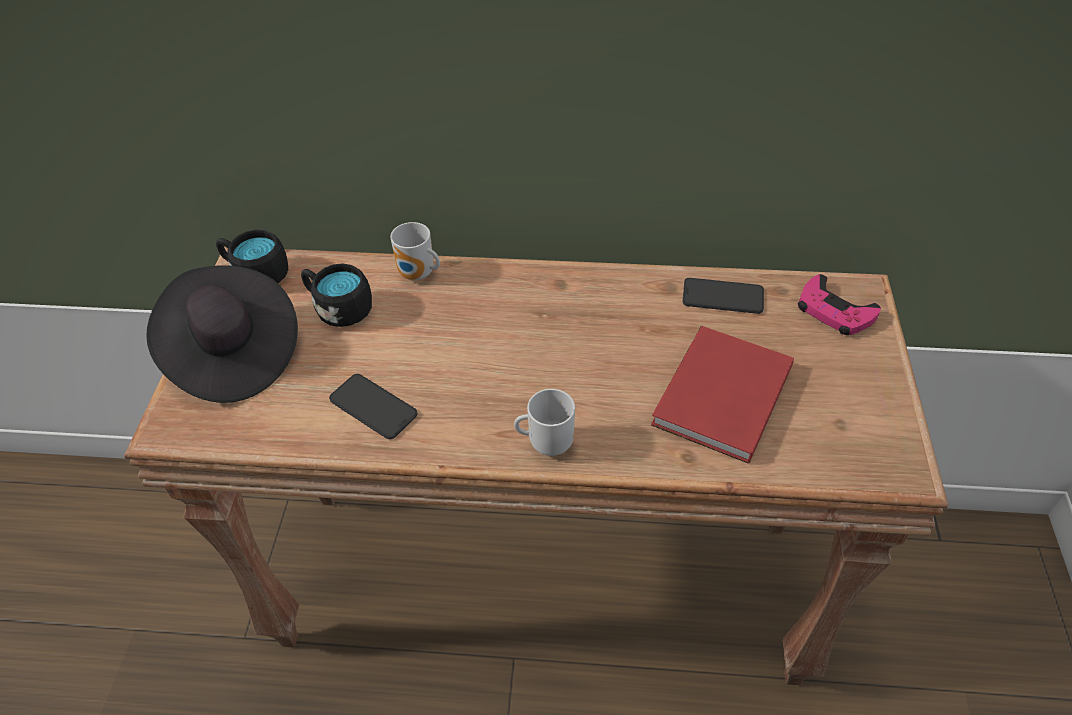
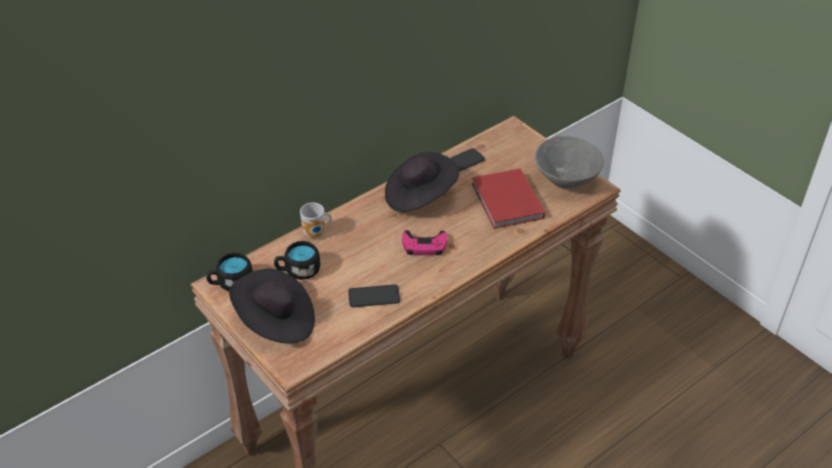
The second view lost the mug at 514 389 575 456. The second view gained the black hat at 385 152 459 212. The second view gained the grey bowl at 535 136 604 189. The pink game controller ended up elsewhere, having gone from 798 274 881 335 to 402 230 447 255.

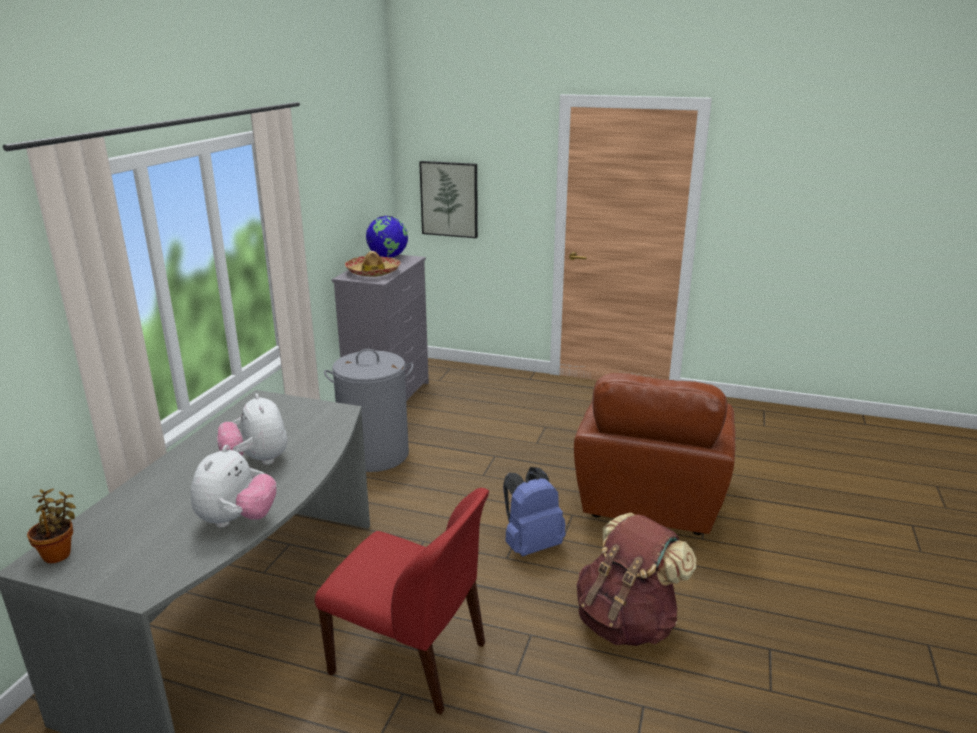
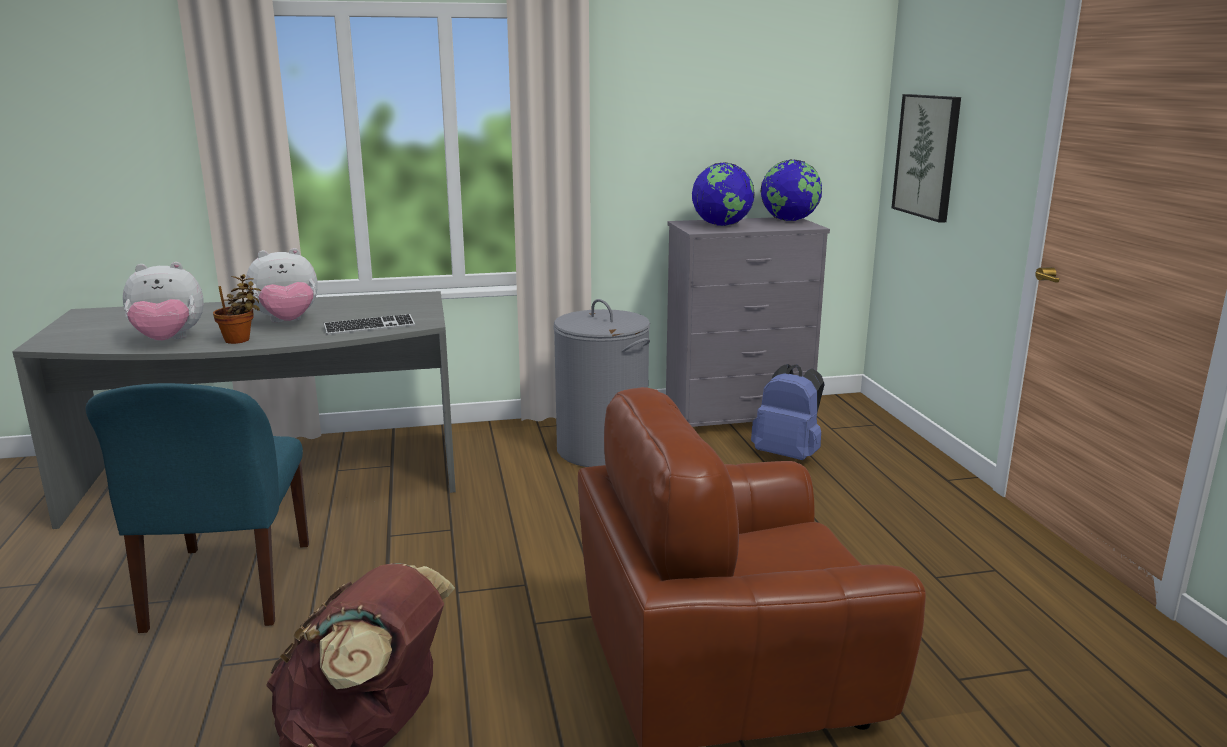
The second view gained the keyboard at 324 314 415 335. The potted plant ended up elsewhere, having gone from 27 488 76 563 to 213 274 261 344. The blue backpack ended up elsewhere, having gone from 503 467 566 556 to 751 364 825 460. Where the hat stood at 345 251 401 277, the globe came to stand at 692 162 755 226. What was the red chair at 315 488 489 715 turned into the blue chair at 86 383 309 633. The plush toy at 217 393 287 465 ended up facing another way, 150 degrees counterclockwise from before.

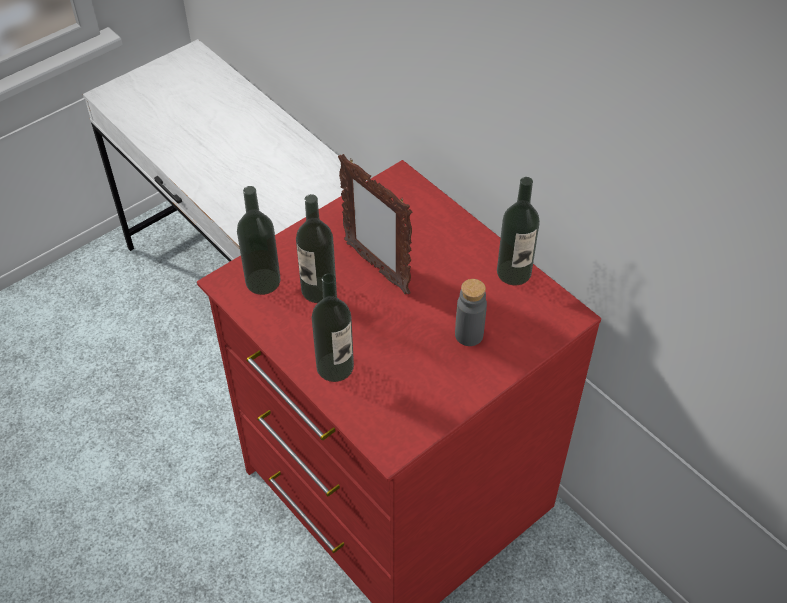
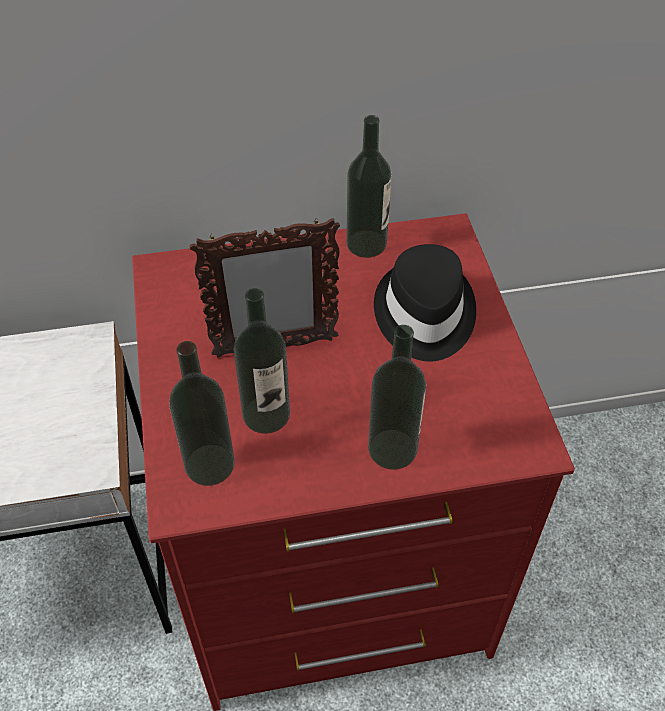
Where the grey bottle stood at 455 279 487 346, the black hat came to stand at 374 244 476 362.

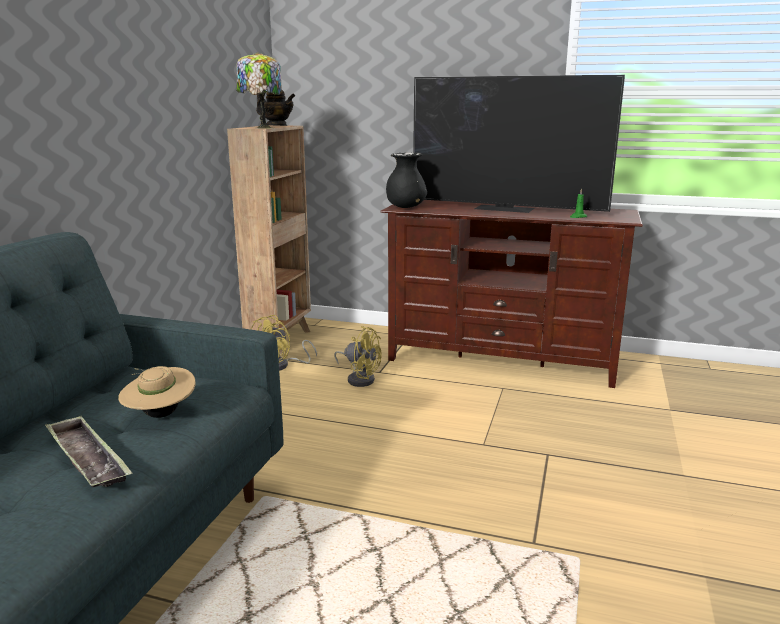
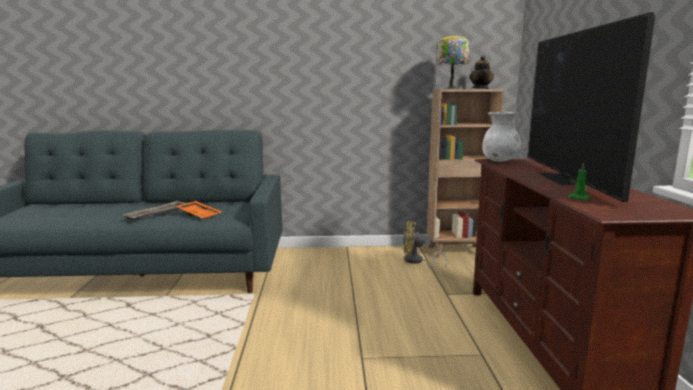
The second view lost the yellow fan at 334 326 382 387. Where the beige hat stood at 118 366 195 418, the orange tray came to stand at 176 201 222 220. What was the black vase at 386 153 427 208 turned into the white vase at 482 112 522 162.

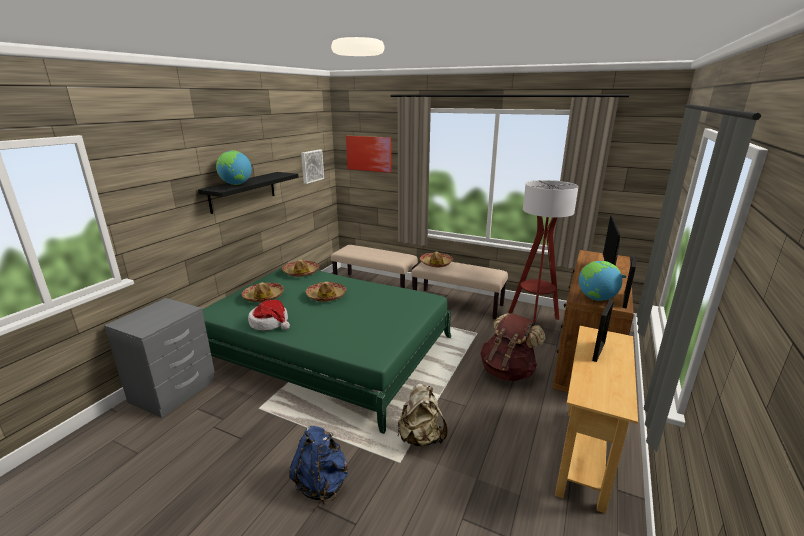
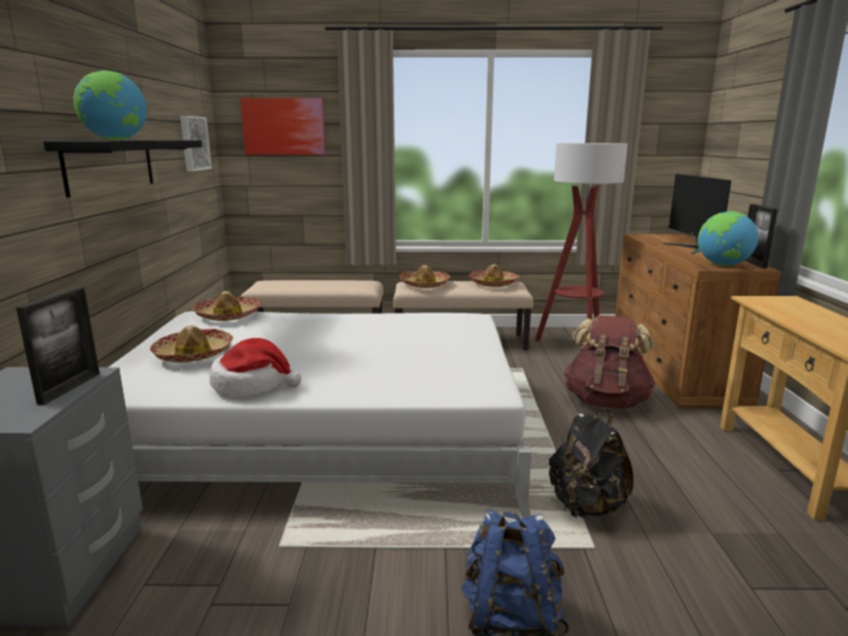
The hat ended up elsewhere, having gone from 306 282 346 302 to 469 264 519 287. The picture frame ended up elsewhere, having gone from 592 299 614 362 to 16 287 100 405. What was the green bed at 202 268 451 434 turned into the white bed at 109 311 531 518. What was the beige backpack at 398 383 448 447 turned into the black backpack at 549 410 634 518.

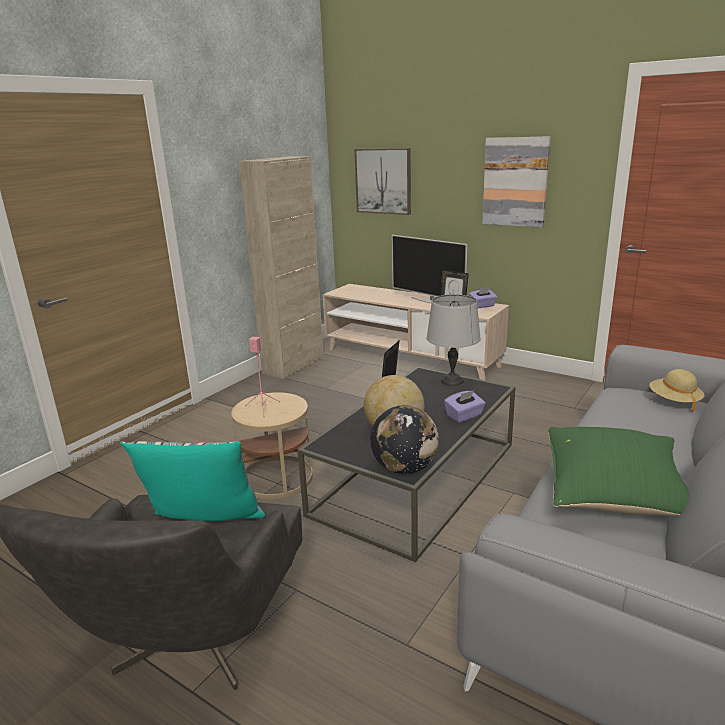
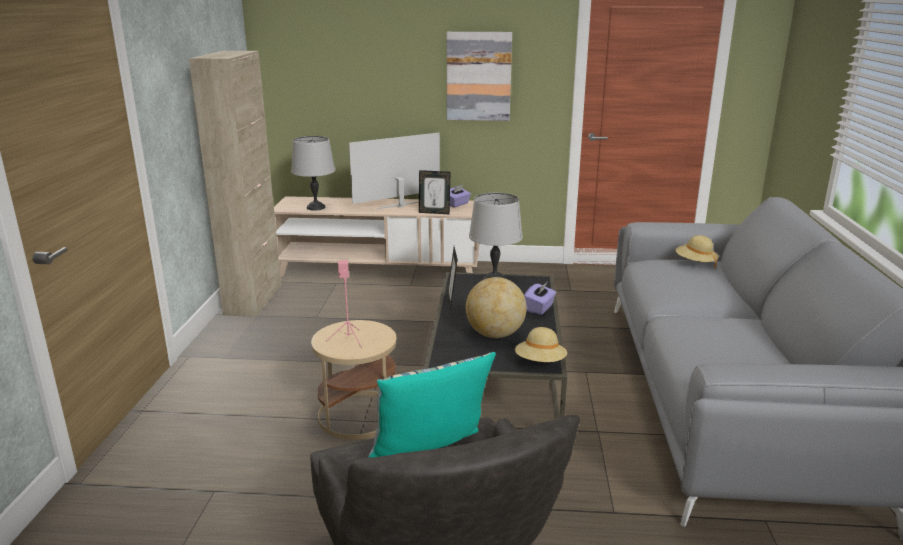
The second view lost the picture at 354 148 411 215. The second view lost the green pillow at 548 427 690 516. The second view gained the grey table lamp at 291 136 335 211. Where the globe stood at 370 405 439 474, the beige hat came to stand at 515 327 567 362. The television at 392 235 467 303 ended up facing another way, 135 degrees clockwise from before.

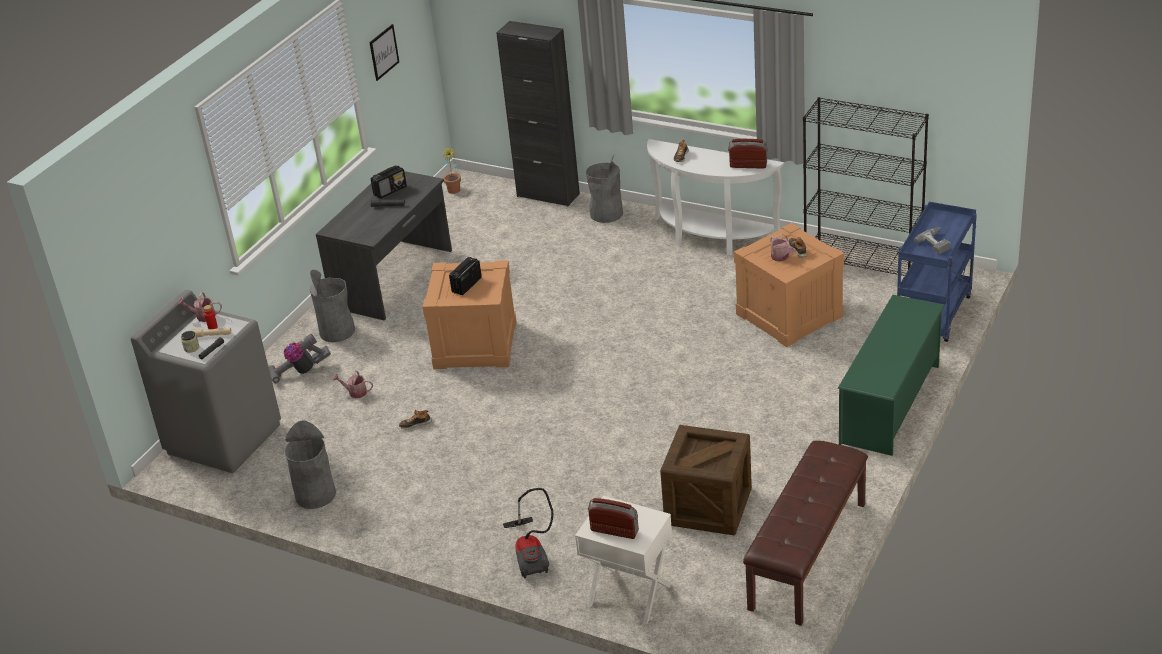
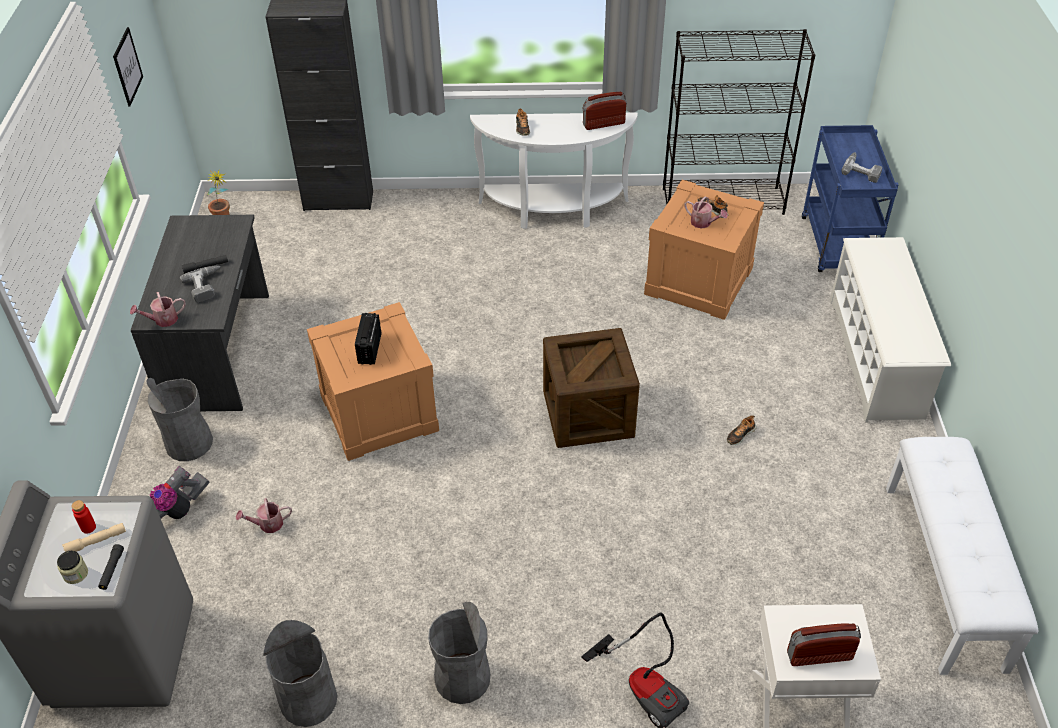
The second view lost the radio at 370 166 407 199. The second view gained the power drill at 180 265 221 303. The watering can ended up elsewhere, having gone from 178 292 222 322 to 130 292 186 327. The shoe ended up elsewhere, having gone from 399 410 432 429 to 727 415 757 445. The grey trash can ended up elsewhere, having gone from 586 155 623 223 to 428 602 490 704. The crate ended up elsewhere, having gone from 660 425 752 535 to 543 328 640 448. What was the brown bench at 743 441 868 626 turned into the white bench at 886 437 1038 675. What was the green shoe rack at 837 295 945 456 turned into the white shoe rack at 830 237 951 423.

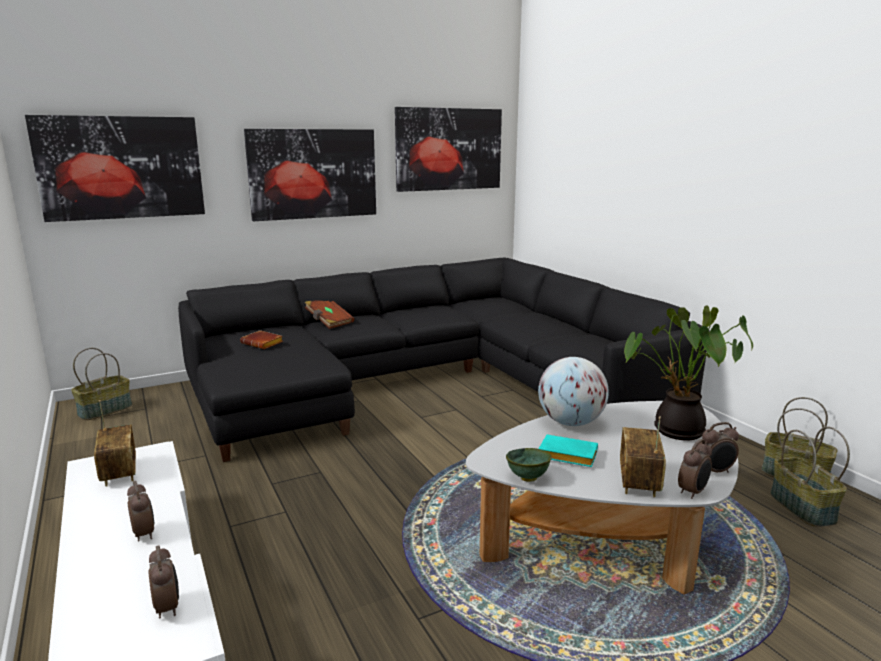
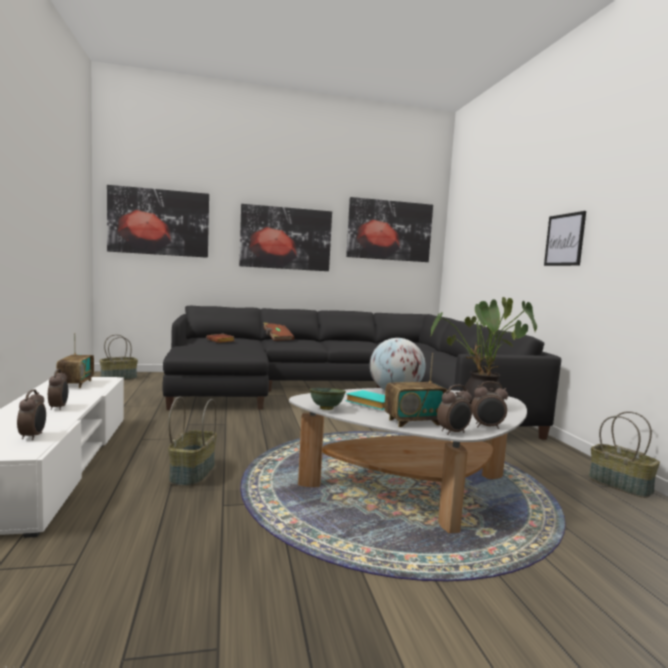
The second view gained the picture at 544 211 586 266. The basket ended up elsewhere, having gone from 770 427 850 527 to 168 396 216 486. The radio at 620 416 666 497 ended up facing another way, 135 degrees counterclockwise from before.

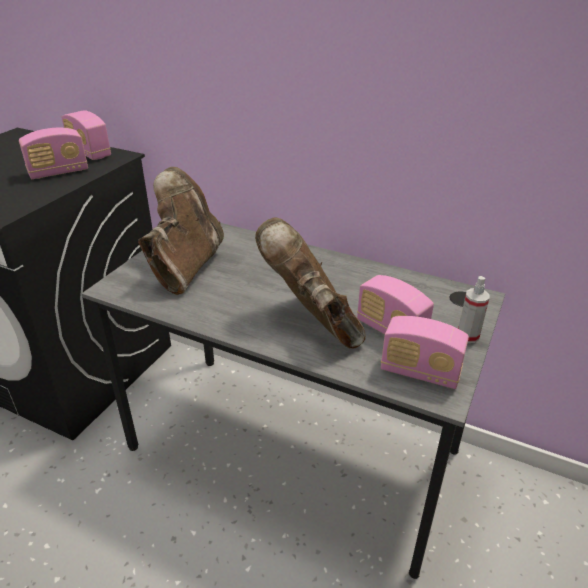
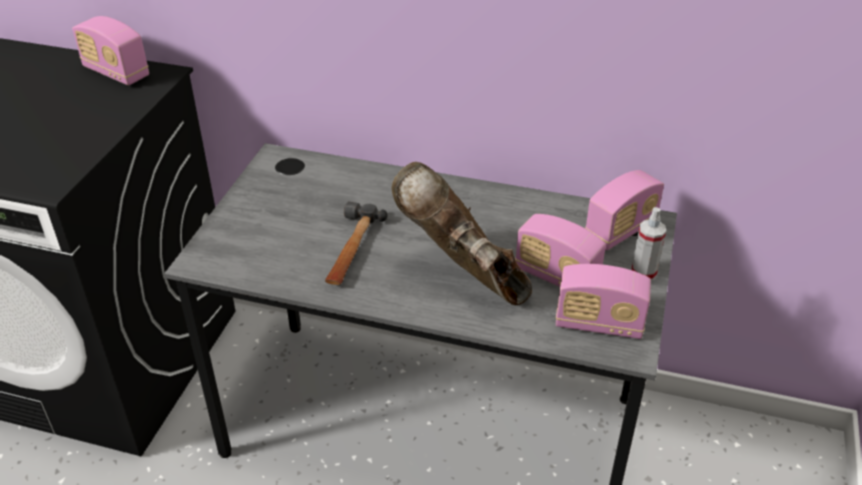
The second view lost the brown boot at 138 167 224 295. The second view gained the hammer at 325 201 388 285. The radio ended up elsewhere, having gone from 19 128 88 179 to 585 170 664 250.

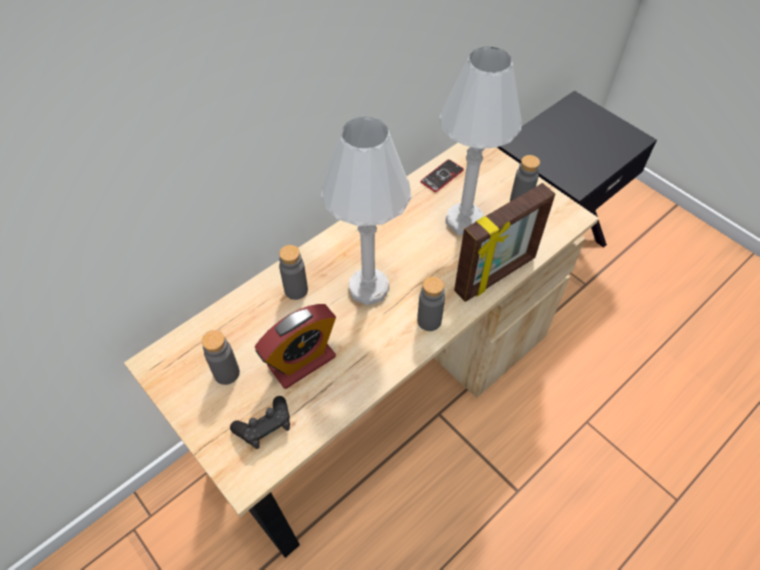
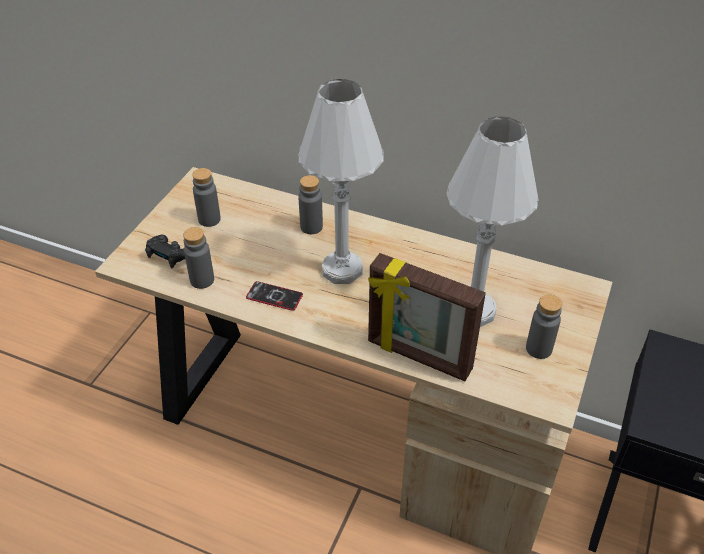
The second view lost the alarm clock at 255 304 336 389. The grey bottle ended up elsewhere, having gone from 417 276 445 331 to 183 227 214 289. The phone ended up elsewhere, having gone from 421 159 464 192 to 246 281 303 311.

